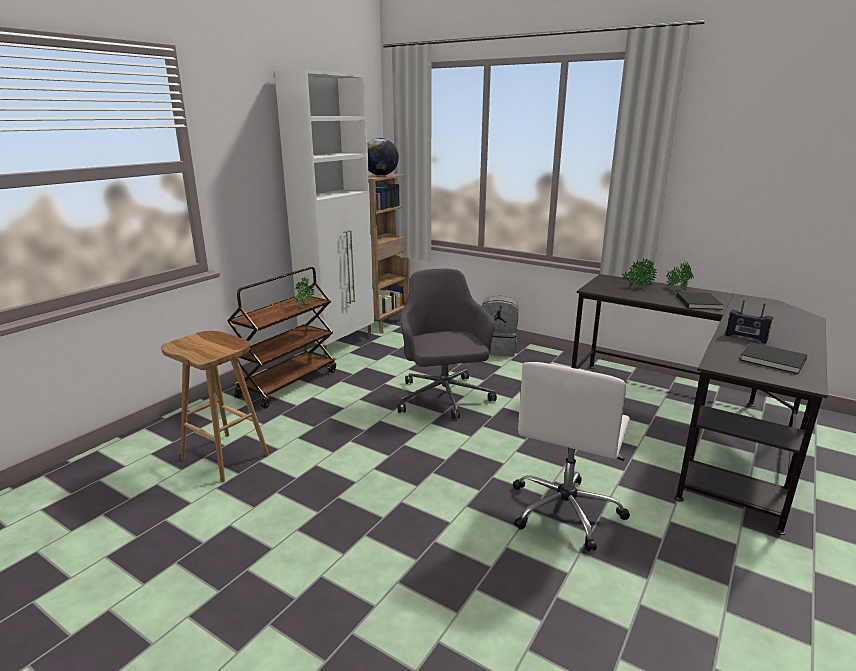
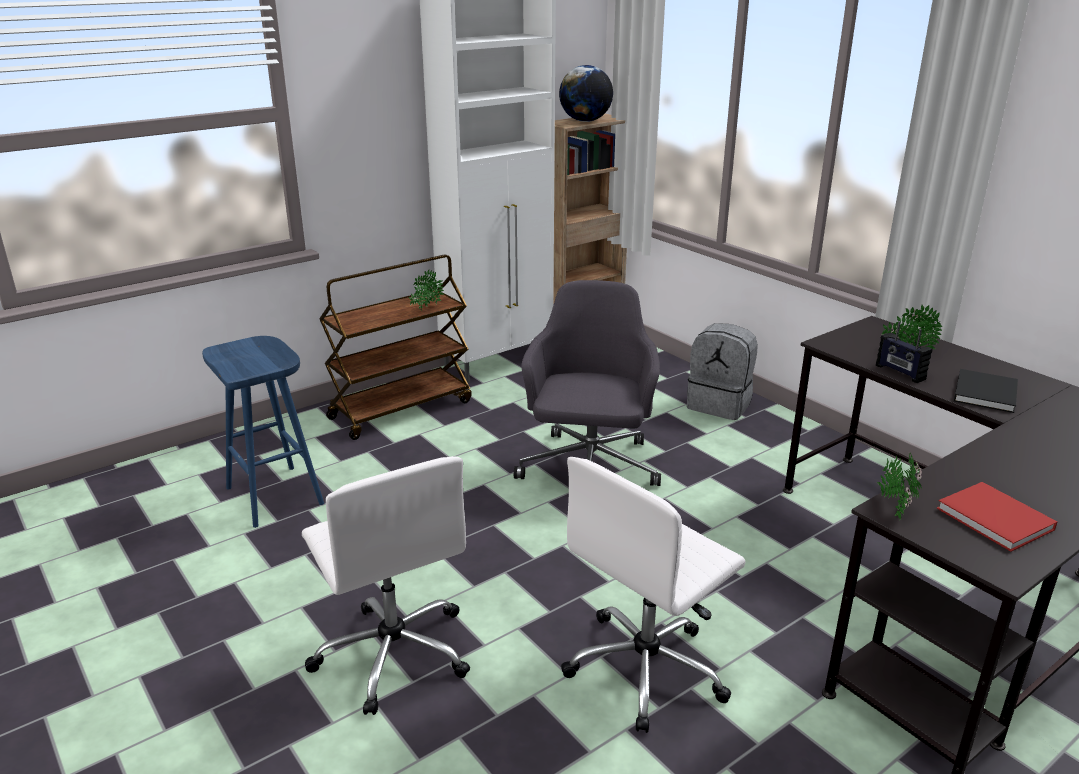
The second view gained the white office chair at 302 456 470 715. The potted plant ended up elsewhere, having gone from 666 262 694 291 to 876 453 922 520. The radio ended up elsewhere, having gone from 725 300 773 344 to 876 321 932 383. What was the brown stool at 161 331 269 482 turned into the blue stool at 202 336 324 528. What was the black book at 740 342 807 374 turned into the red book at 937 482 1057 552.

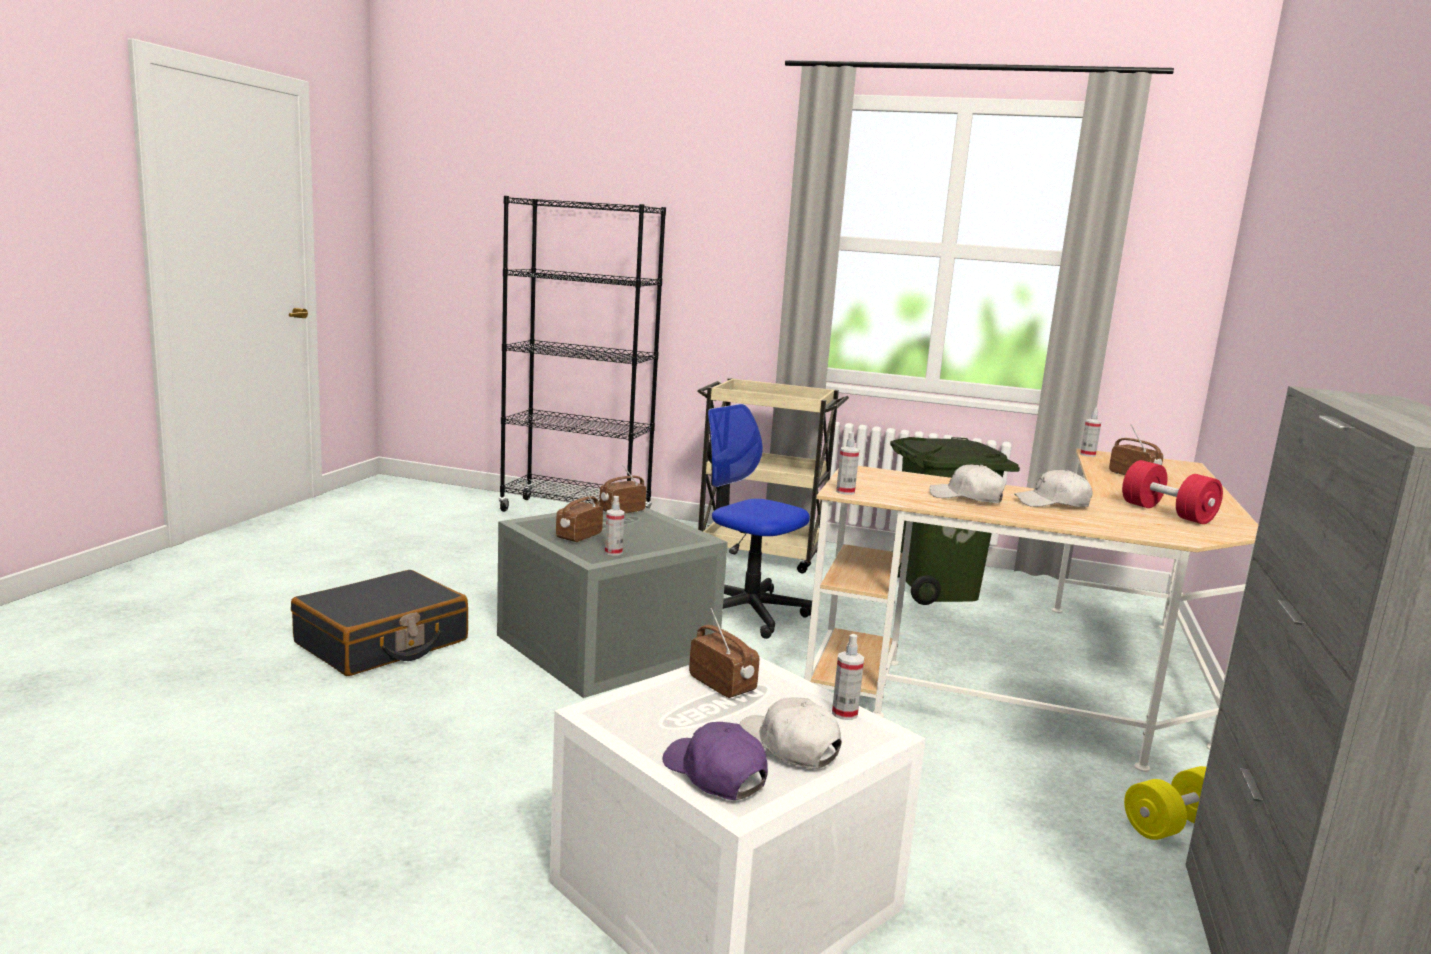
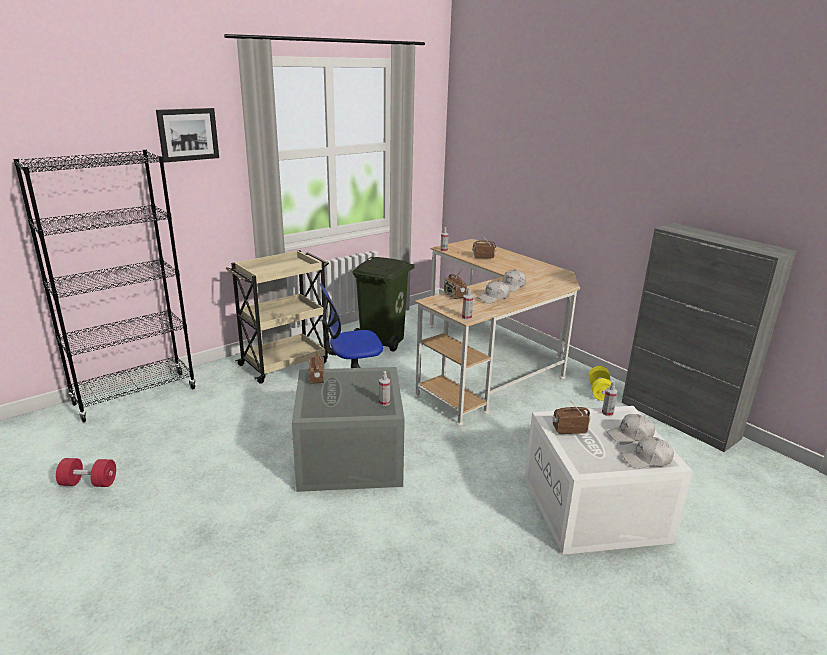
The second view lost the black suitcase at 291 570 468 676. The second view gained the picture at 156 108 219 163. The radio ended up elsewhere, having gone from 556 486 603 543 to 444 270 467 299. The red dumbbell ended up elsewhere, having gone from 1122 460 1223 524 to 56 458 116 487. What was the purple cap at 663 722 768 800 turned into the white cap at 621 436 674 469.

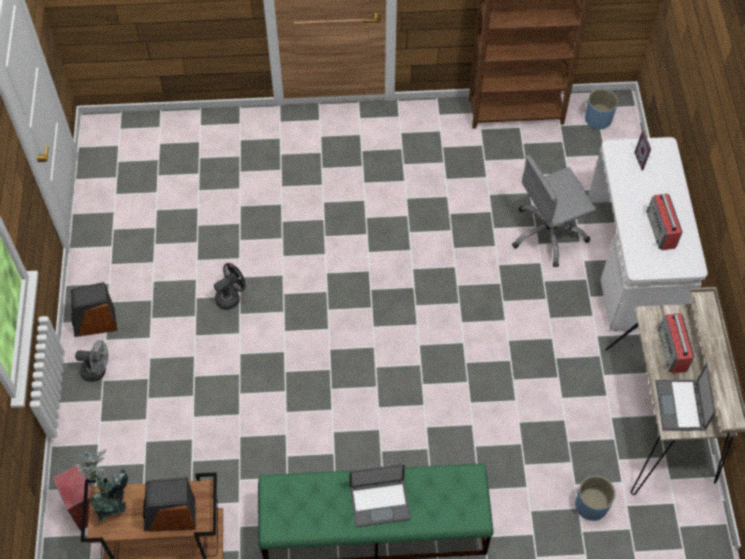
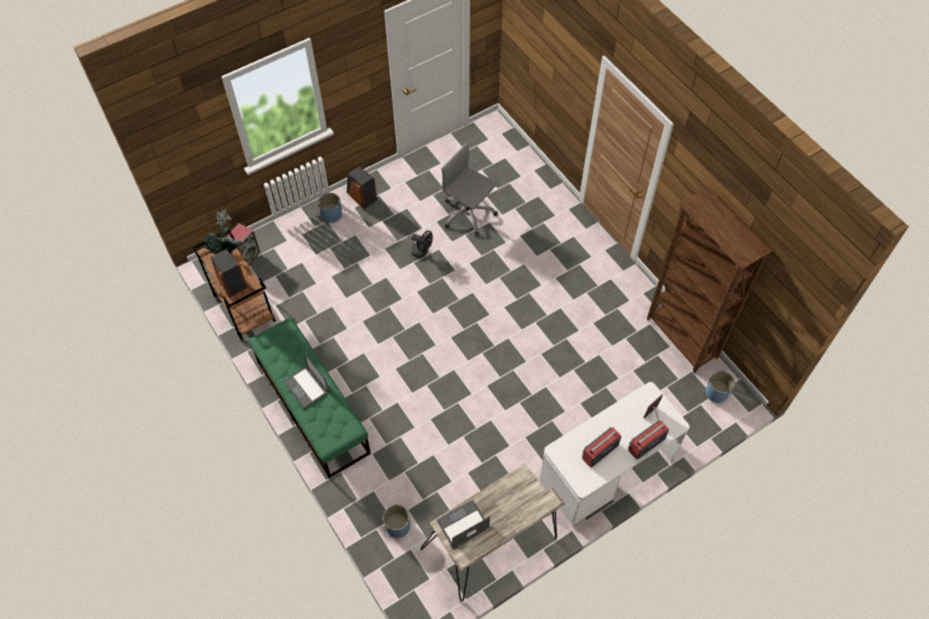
The grey office chair ended up elsewhere, having gone from 512 155 596 267 to 441 143 498 236. The radio ended up elsewhere, having gone from 657 313 694 373 to 628 420 669 459. Where the grey fan stood at 75 340 108 382, the blue planter came to stand at 318 193 342 223.

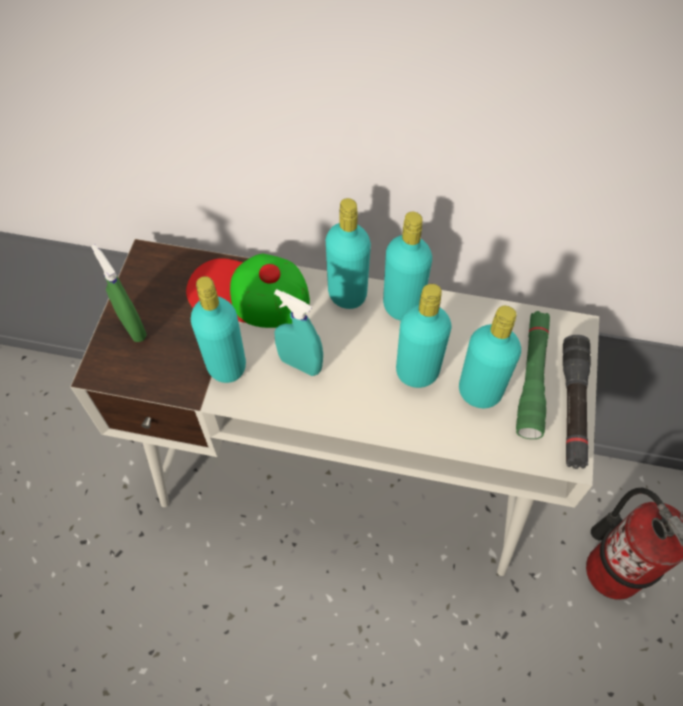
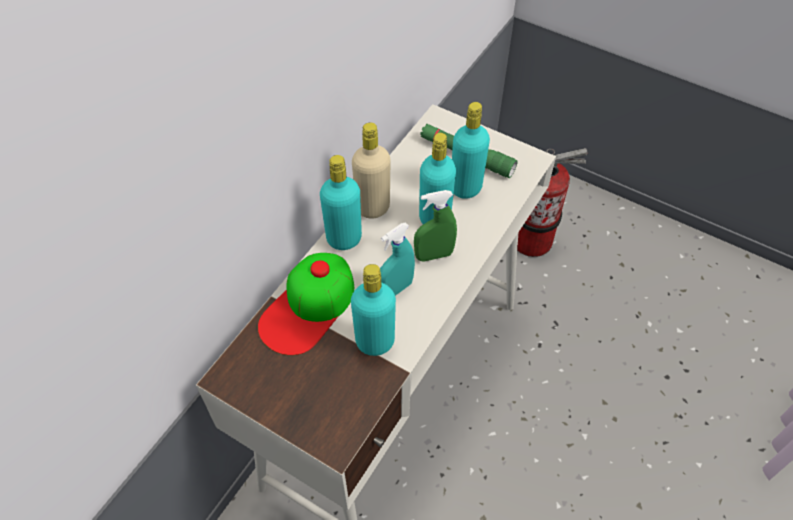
The second view lost the black flashlight at 563 335 591 469. The green spray bottle ended up elsewhere, having gone from 91 245 147 342 to 414 190 457 262. What was the turquoise bottle at 383 212 432 321 turned into the beige bottle at 352 123 391 219.

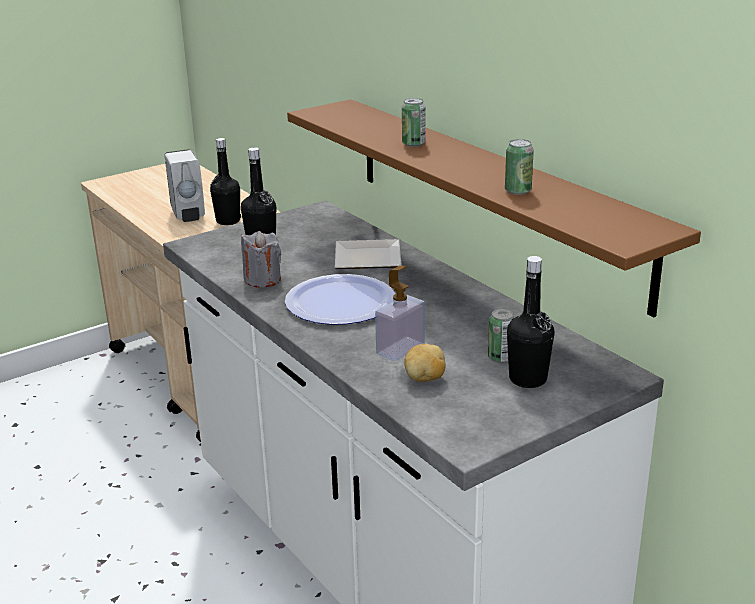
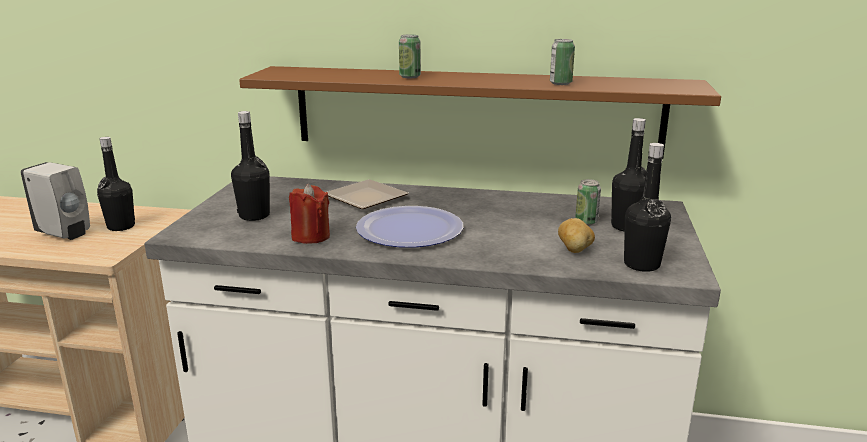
The second view lost the soap dispenser at 375 266 425 361. The second view gained the black bottle at 624 143 671 272. What was the grey candle at 241 231 281 288 turned into the red candle at 289 184 330 244.

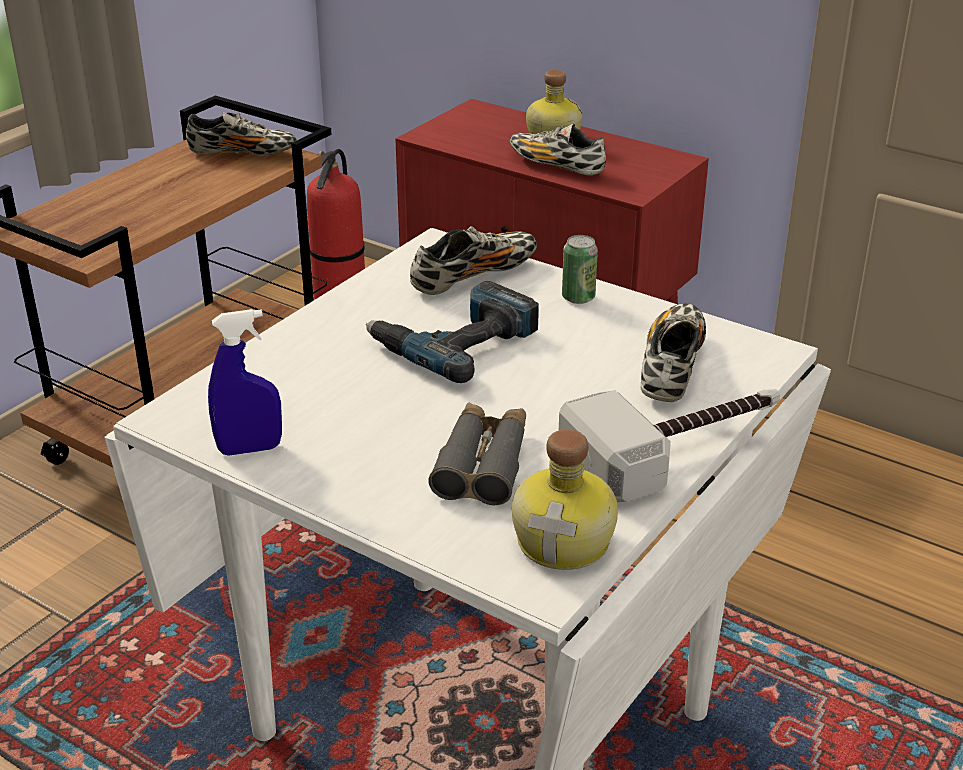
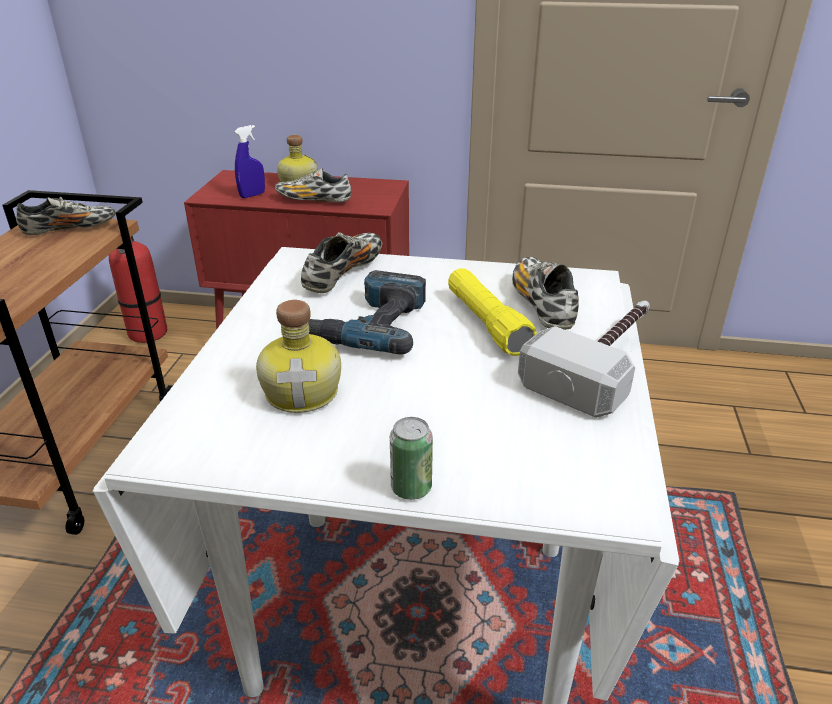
The second view lost the grey binoculars at 428 402 526 505. The second view gained the yellow flashlight at 448 268 537 356. The blue spray bottle ended up elsewhere, having gone from 208 309 282 456 to 235 125 265 198. The bottle ended up elsewhere, having gone from 512 429 618 570 to 256 300 341 413. The can ended up elsewhere, having gone from 562 235 598 304 to 390 417 433 500.

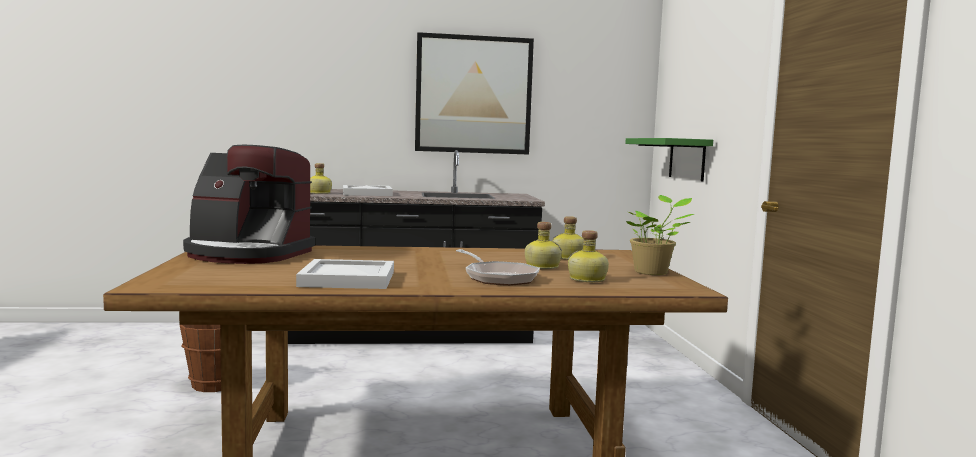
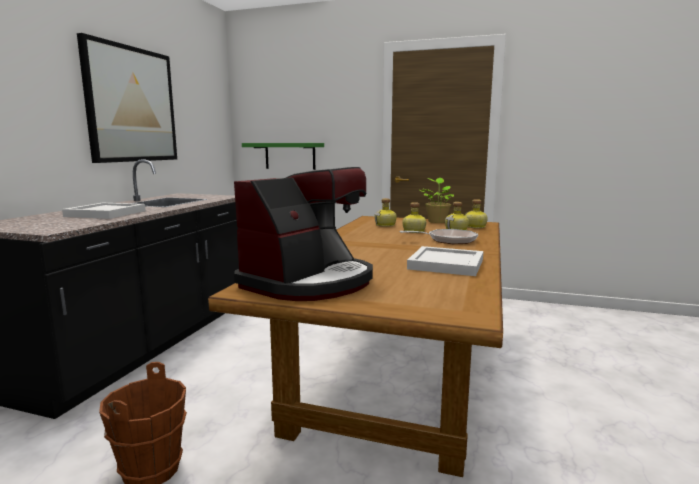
The bottle ended up elsewhere, having gone from 310 163 332 194 to 465 199 488 228.

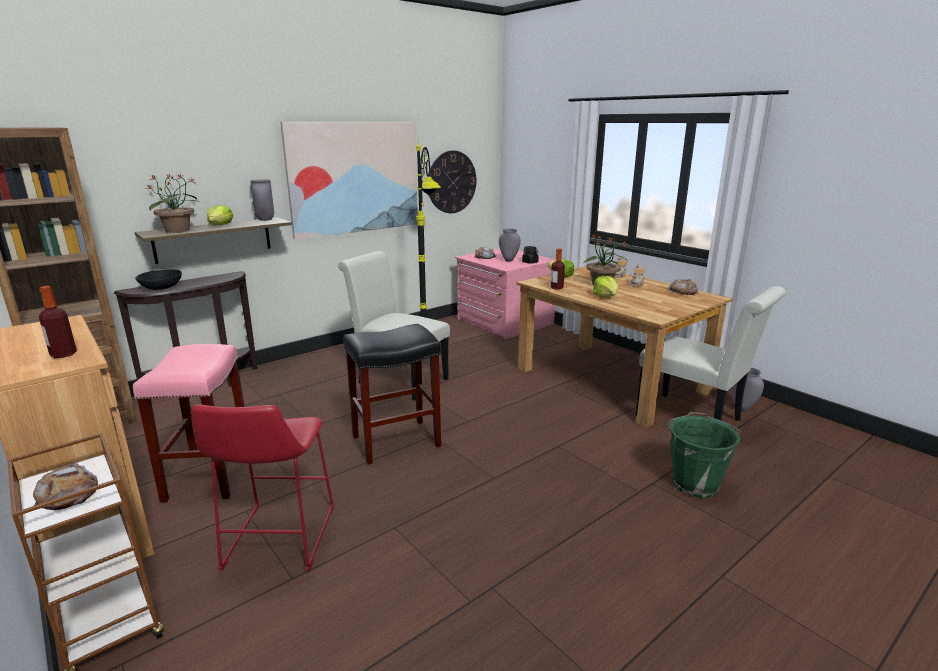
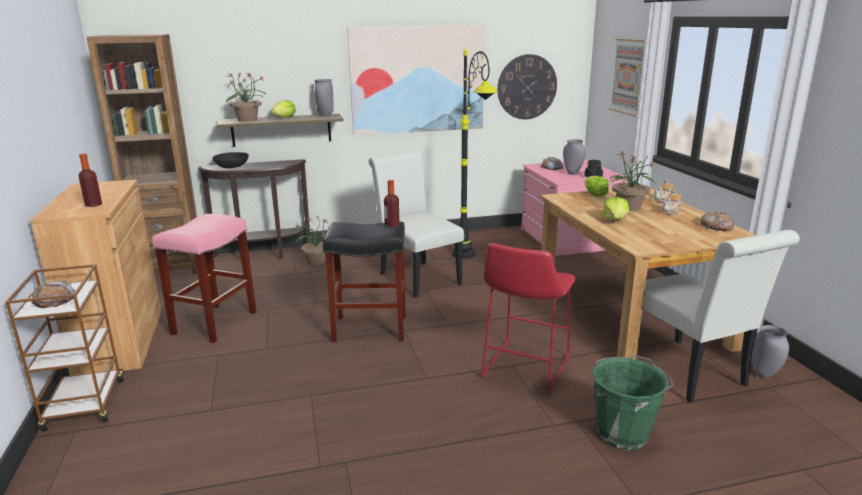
The second view gained the potted plant at 295 215 328 265. The second view gained the picture at 609 39 647 117. The red stool ended up elsewhere, having gone from 191 404 334 572 to 481 243 575 394. The bottle ended up elsewhere, having gone from 551 249 565 290 to 384 180 400 227.

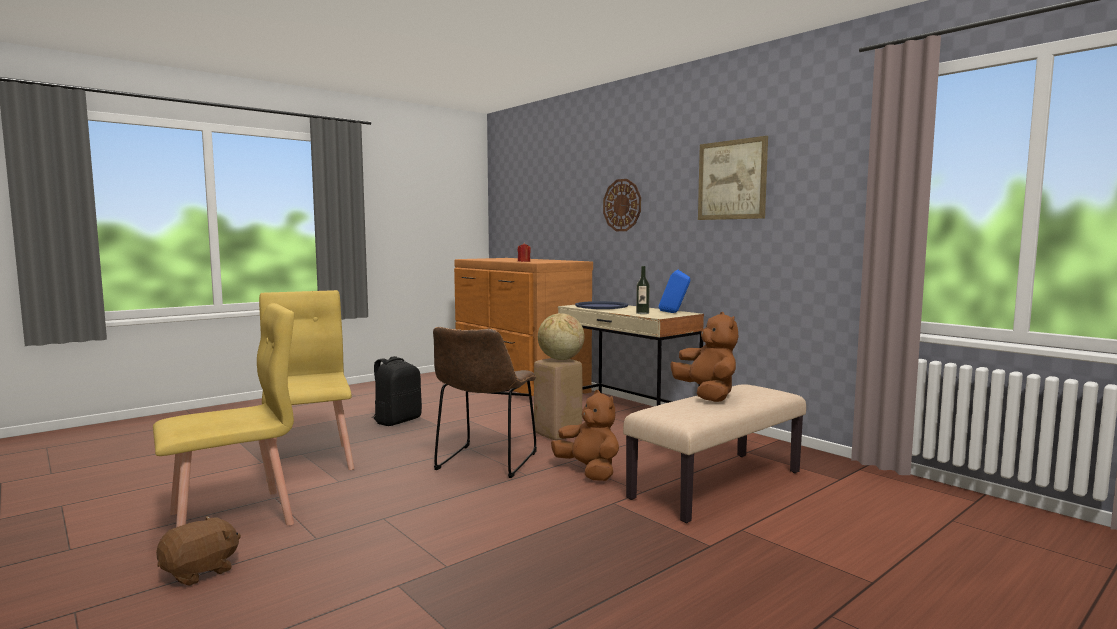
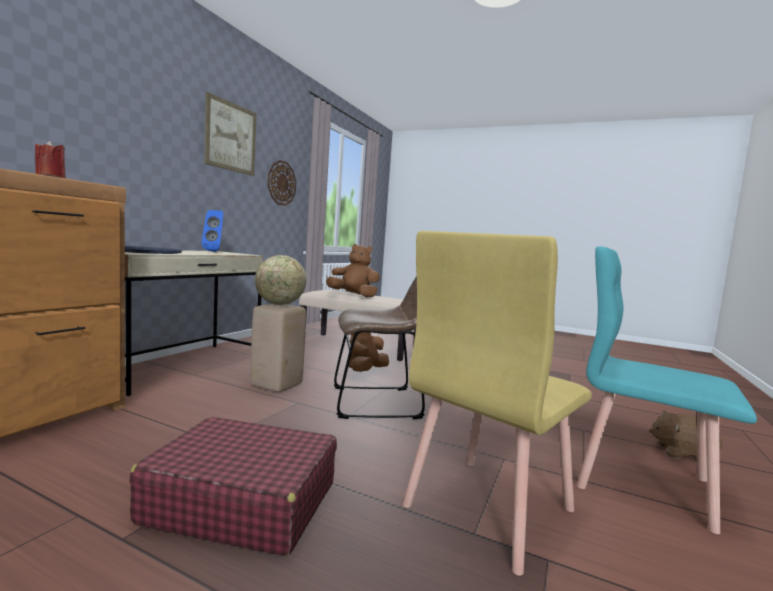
The second view lost the bottle at 636 266 650 314. The wall clock ended up elsewhere, having gone from 603 179 641 231 to 268 160 296 206. Where the black backpack stood at 372 356 422 426, the red suitcase came to stand at 129 417 337 556. What was the yellow chair at 153 303 294 527 turned into the turquoise chair at 577 246 757 534. The brown plush toy at 670 312 739 402 ended up facing another way, 60 degrees clockwise from before.

